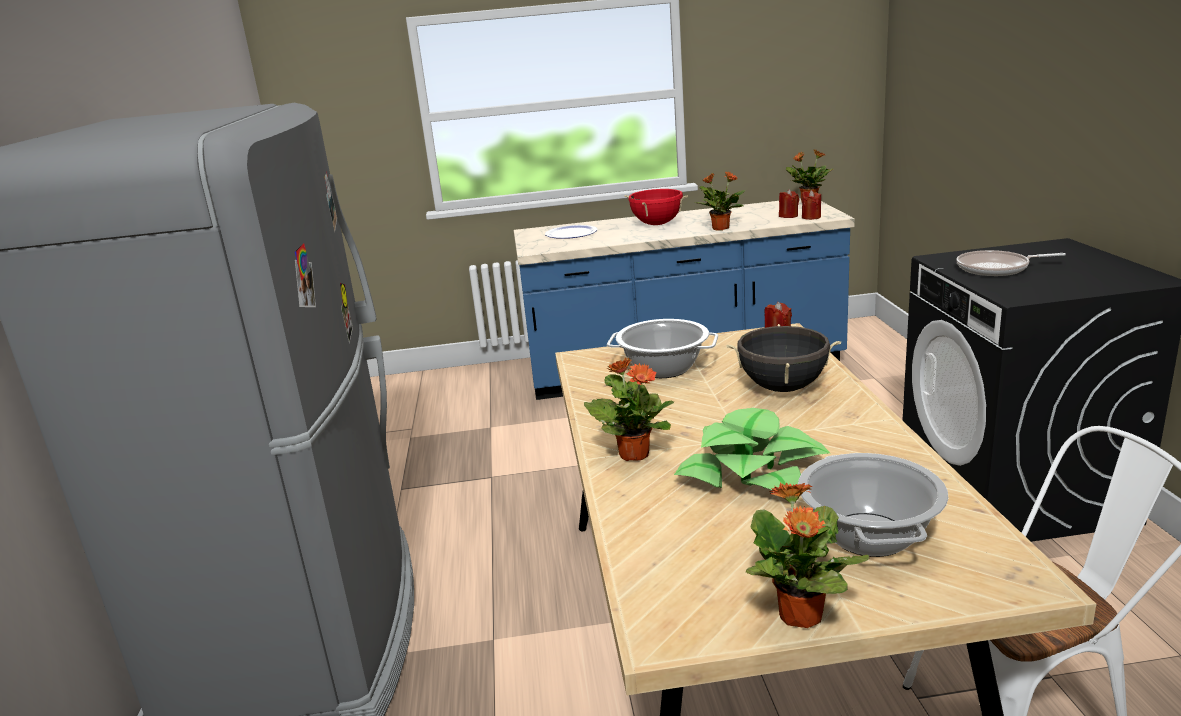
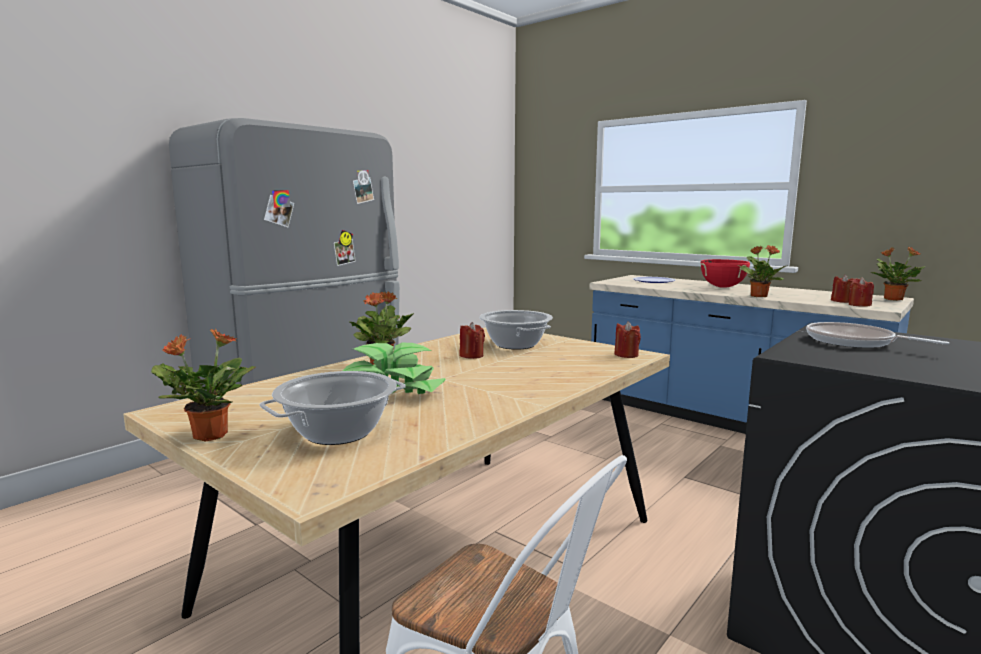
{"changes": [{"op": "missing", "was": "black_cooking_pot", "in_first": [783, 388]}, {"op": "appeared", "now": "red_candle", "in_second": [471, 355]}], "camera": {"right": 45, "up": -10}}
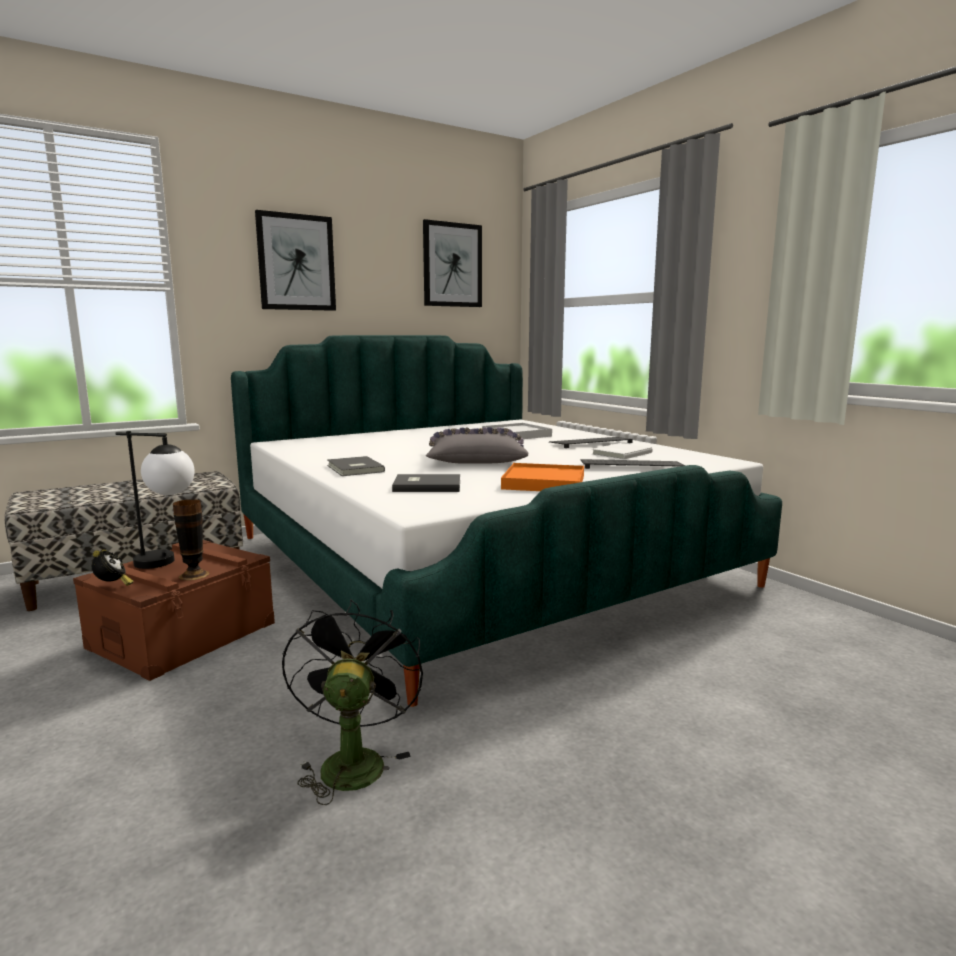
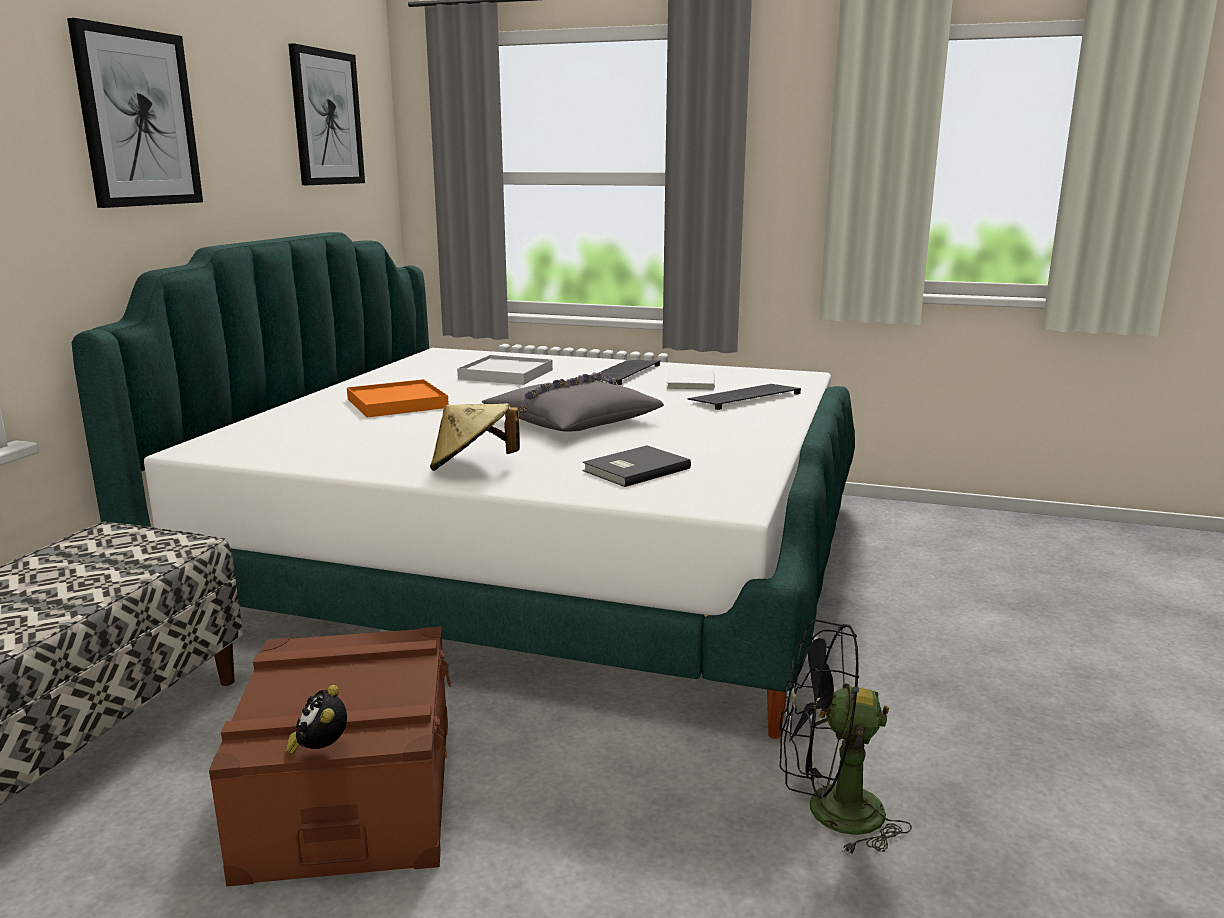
{"changes": [{"op": "spun", "was": "alarm_clock", "in_first": [113, 586], "in_second": [320, 750], "clockwise": -135}, {"op": "missing", "was": "table_lamp", "in_first": [168, 563]}, {"op": "missing", "was": "vase", "in_first": [194, 575]}, {"op": "spun", "was": "black_fan", "in_first": [352, 760], "in_second": [828, 812], "clockwise": -45}, {"op": "exchanged", "was": "grey_book", "now": "beige_hat", "in_first": [353, 469], "in_second": [472, 466]}, {"op": "relocated", "was": "orange_tray", "in_first": [544, 482], "in_second": [397, 403]}], "camera": {"right": -40, "up": 5}}
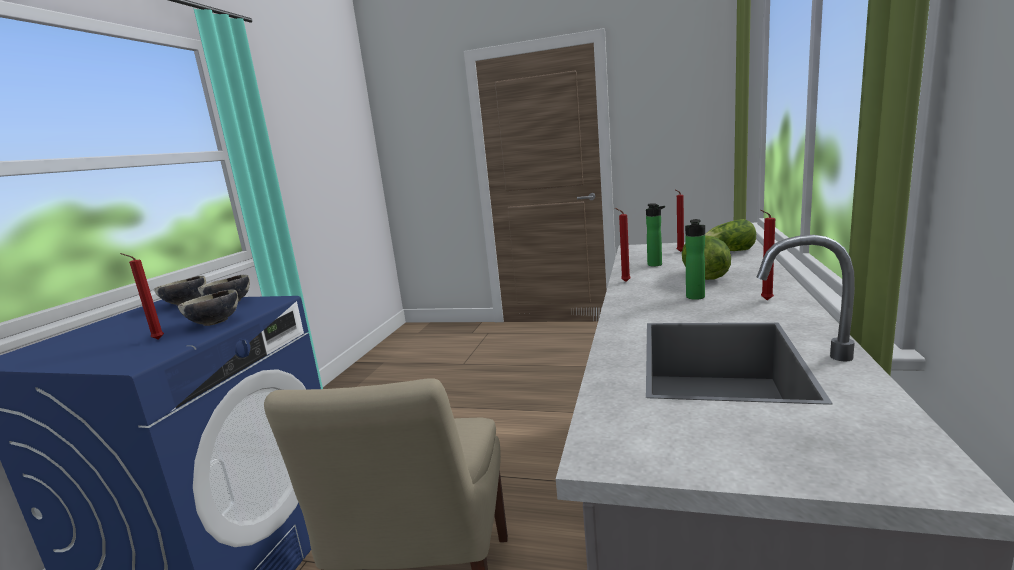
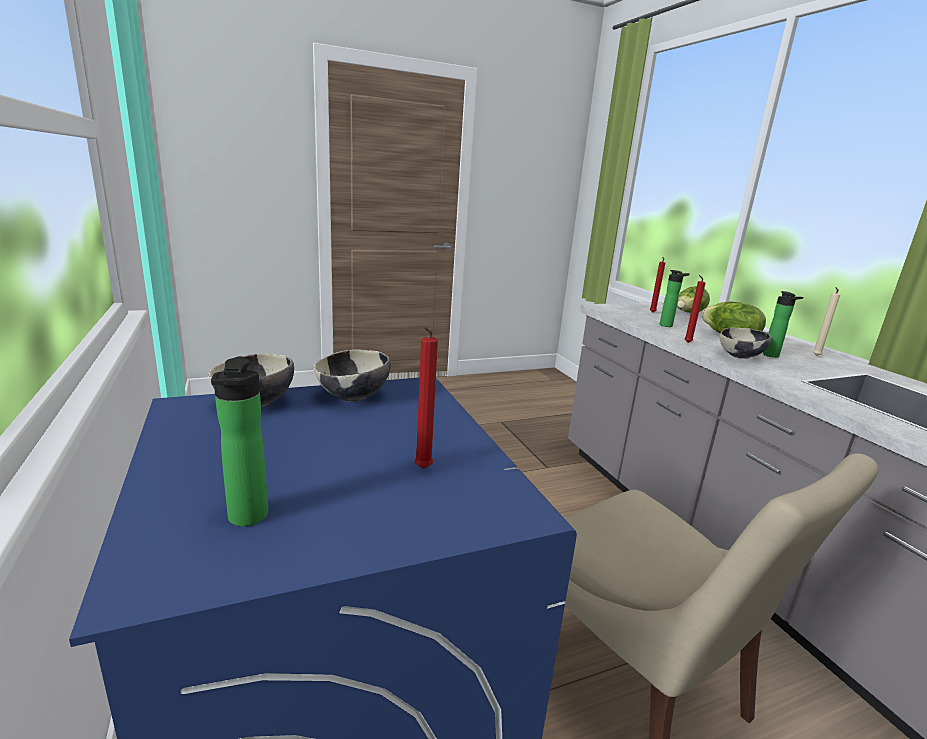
{"changes": [{"op": "relocated", "was": "bowl", "in_first": [214, 323], "in_second": [740, 356]}, {"op": "colour", "was": "red_candle", "now": "beige_candle", "in_first": [765, 300], "in_second": [815, 356]}, {"op": "appeared", "now": "bottle", "in_second": [247, 519]}], "camera": {"right": -40, "up": 5}}
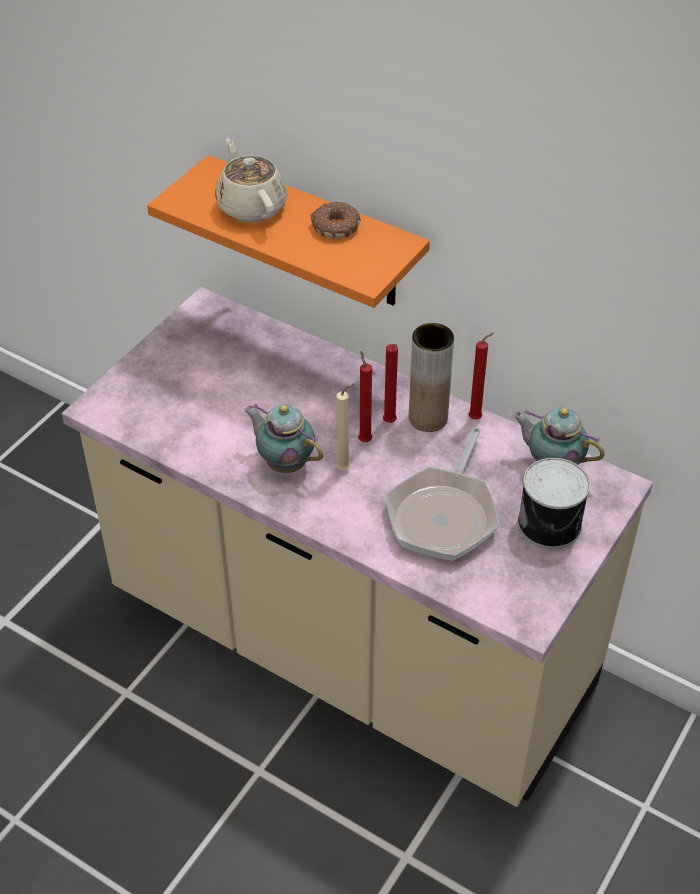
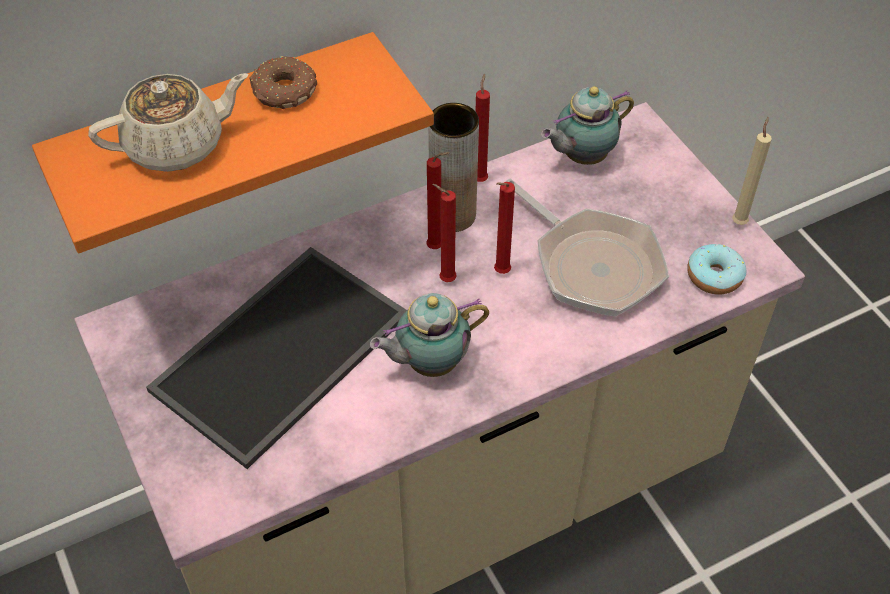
{"changes": [{"op": "spun", "was": "beige_teapot", "in_first": [251, 206], "in_second": [177, 145], "clockwise": 150}, {"op": "relocated", "was": "beige_candle", "in_first": [345, 469], "in_second": [739, 221]}, {"op": "missing", "was": "can", "in_first": [551, 524]}, {"op": "appeared", "now": "tray", "in_second": [282, 356]}, {"op": "appeared", "now": "red_candle", "in_second": [500, 273]}, {"op": "appeared", "now": "donut", "in_second": [714, 276]}], "camera": {"right": -60, "up": 5}}
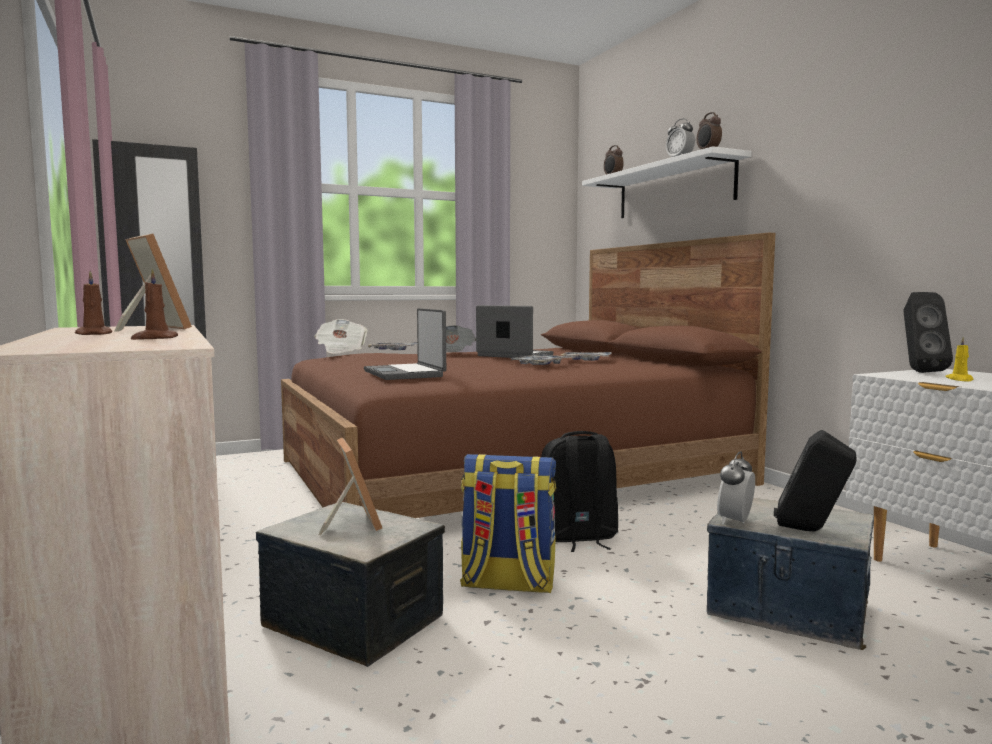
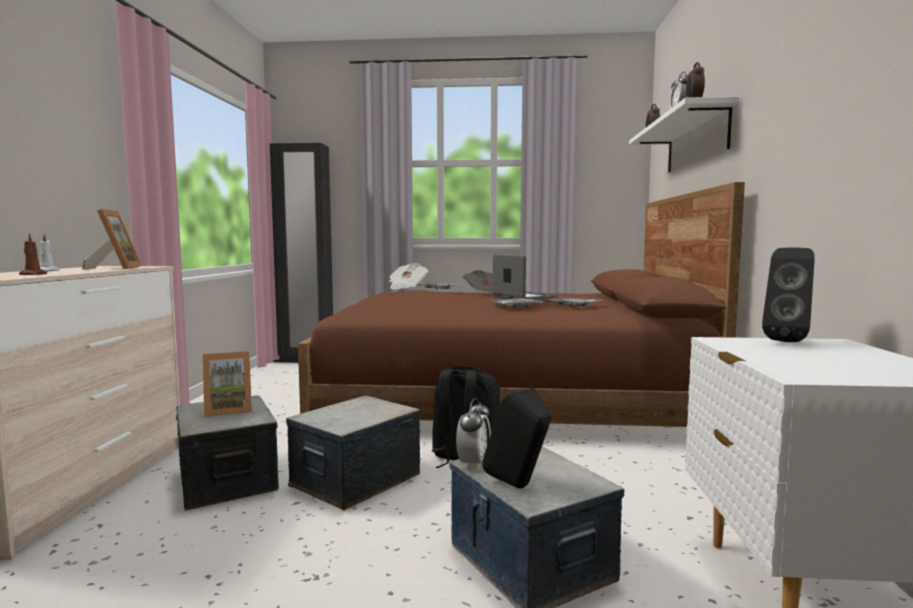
{"changes": [{"op": "colour", "was": "brown_candle", "now": "white_candle", "in_first": [94, 334], "in_second": [48, 271]}, {"op": "spun", "was": "picture_frame", "in_first": [351, 523], "in_second": [228, 410], "clockwise": 60}, {"op": "missing", "was": "laptop", "in_first": [405, 374]}, {"op": "exchanged", "was": "backpack", "now": "storage_box", "in_first": [507, 584], "in_second": [355, 480]}, {"op": "spun", "was": "alarm_clock", "in_first": [735, 521], "in_second": [474, 464], "clockwise": 135}, {"op": "missing", "was": "yellow_candle", "in_first": [960, 379]}], "camera": {"right": 30, "up": 0}}
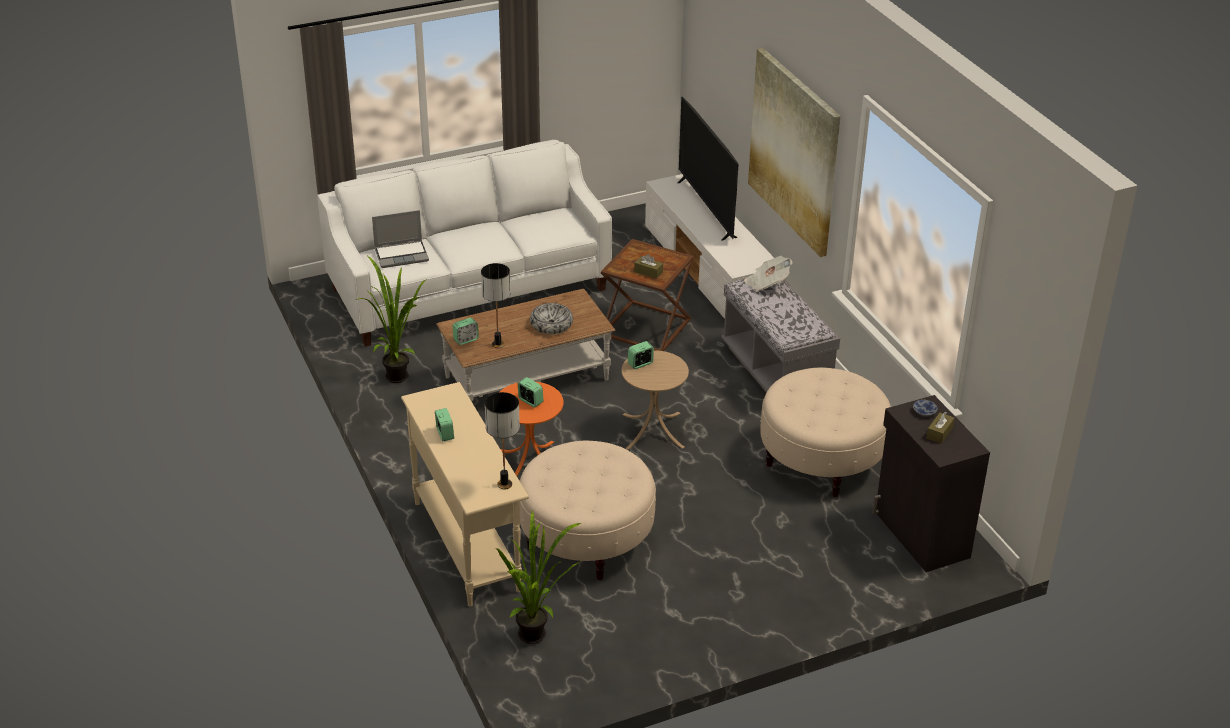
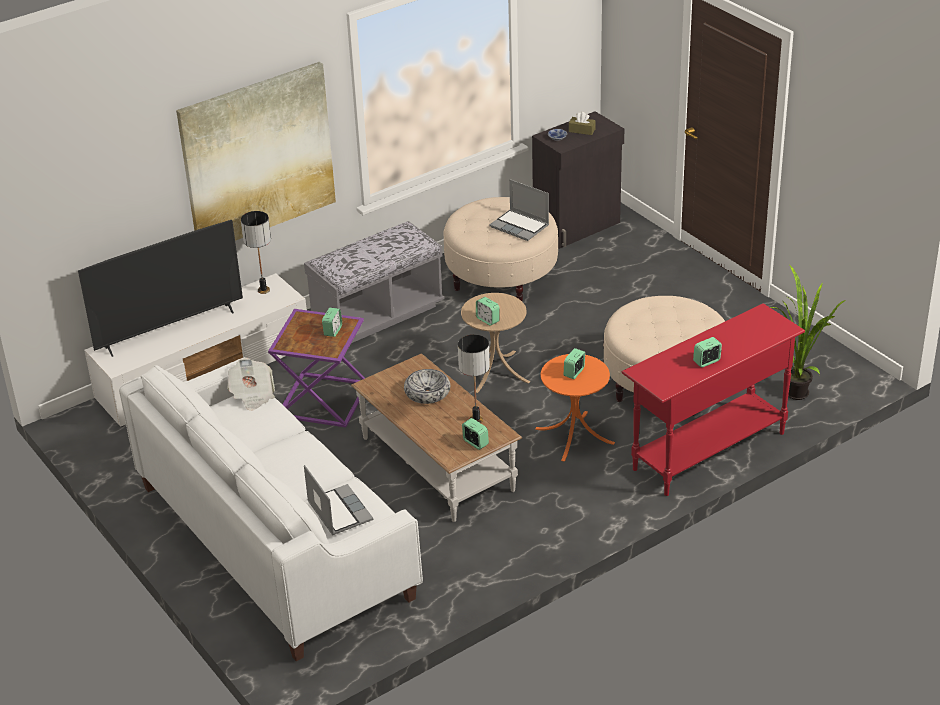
{"changes": [{"op": "missing", "was": "potted_plant", "in_first": [396, 373]}, {"op": "colour", "was": "beige_console_table", "now": "red_console_table", "in_first": [466, 545], "in_second": [708, 451]}, {"op": "relocated", "was": "table_lamp", "in_first": [505, 484], "in_second": [263, 290]}, {"op": "colour", "was": "brown_side_table", "now": "purple_side_table", "in_first": [647, 327], "in_second": [322, 399]}, {"op": "exchanged", "was": "brown_tissue_box", "now": "alarm_clock", "in_first": [648, 272], "in_second": [333, 331]}, {"op": "relocated", "was": "newspaper", "in_first": [767, 283], "in_second": [252, 395]}, {"op": "appeared", "now": "laptop", "in_second": [520, 226]}], "camera": {"right": -100, "up": 0}}
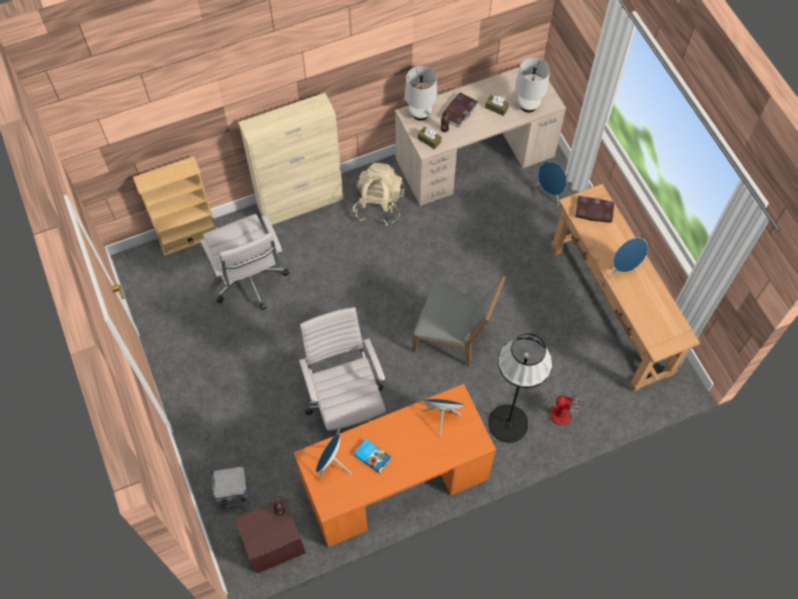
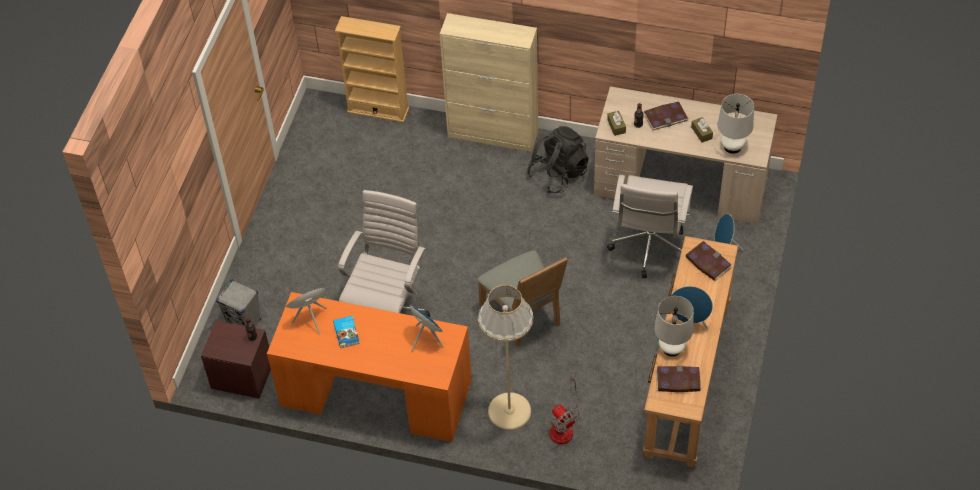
{"changes": [{"op": "relocated", "was": "white_office_chair", "in_first": [250, 282], "in_second": [649, 248]}, {"op": "colour", "was": "beige_backpack", "now": "black_backpack", "in_first": [379, 205], "in_second": [558, 173]}, {"op": "relocated", "was": "white_table_lamp", "in_first": [420, 114], "in_second": [671, 348]}, {"op": "colour", "was": "black_floor_lamp", "now": "beige_floor_lamp", "in_first": [508, 423], "in_second": [509, 411]}, {"op": "appeared", "now": "book", "in_second": [678, 380]}], "camera": {"right": 40, "up": -10}}
